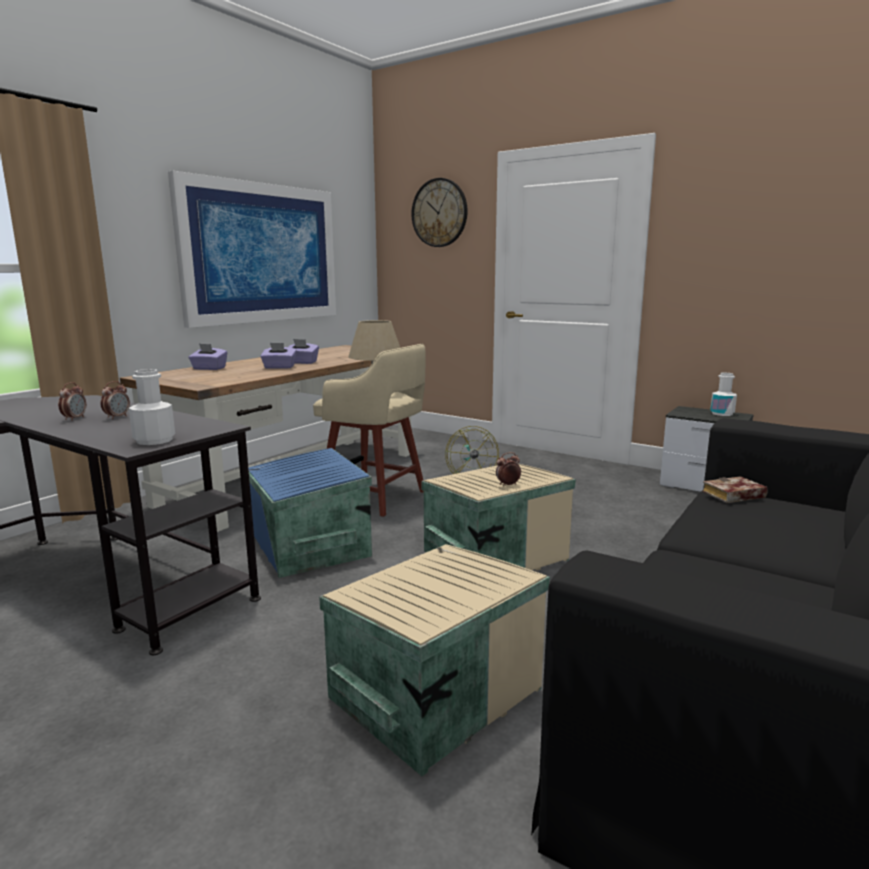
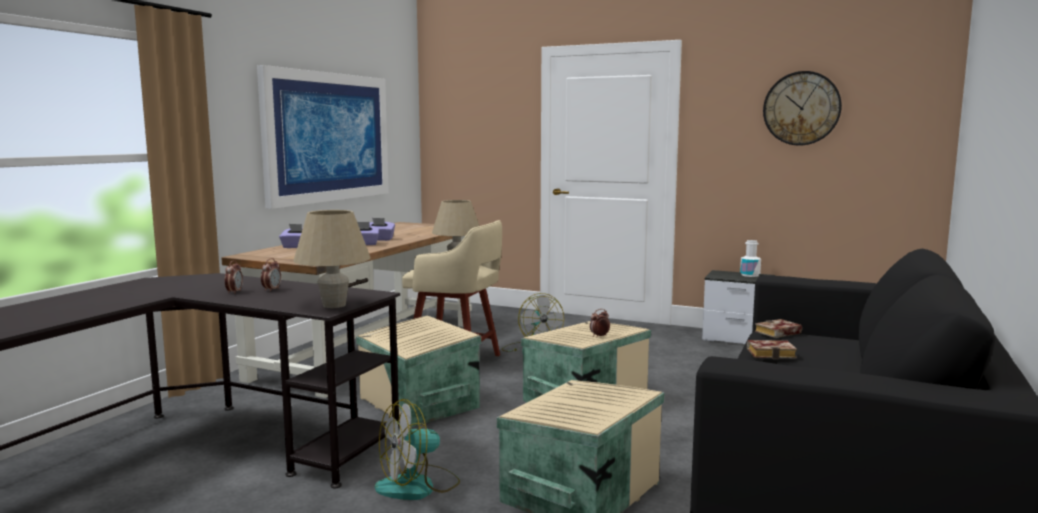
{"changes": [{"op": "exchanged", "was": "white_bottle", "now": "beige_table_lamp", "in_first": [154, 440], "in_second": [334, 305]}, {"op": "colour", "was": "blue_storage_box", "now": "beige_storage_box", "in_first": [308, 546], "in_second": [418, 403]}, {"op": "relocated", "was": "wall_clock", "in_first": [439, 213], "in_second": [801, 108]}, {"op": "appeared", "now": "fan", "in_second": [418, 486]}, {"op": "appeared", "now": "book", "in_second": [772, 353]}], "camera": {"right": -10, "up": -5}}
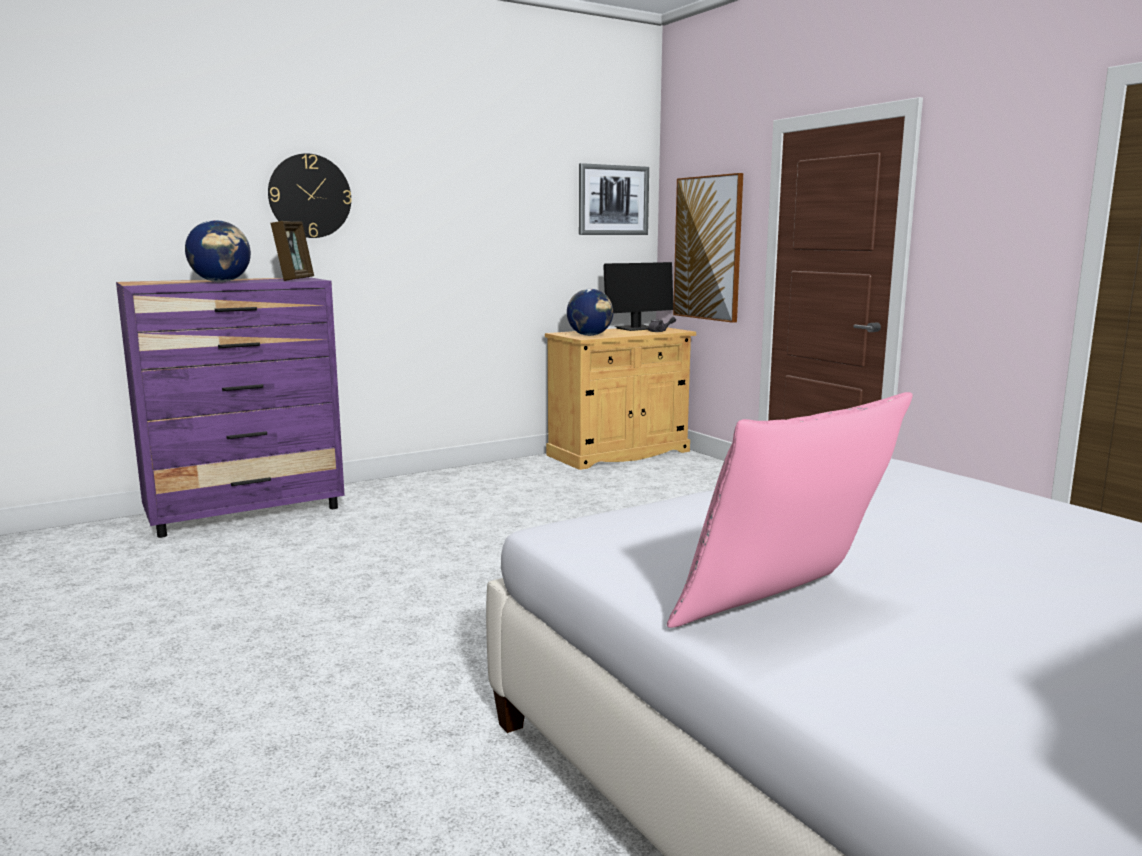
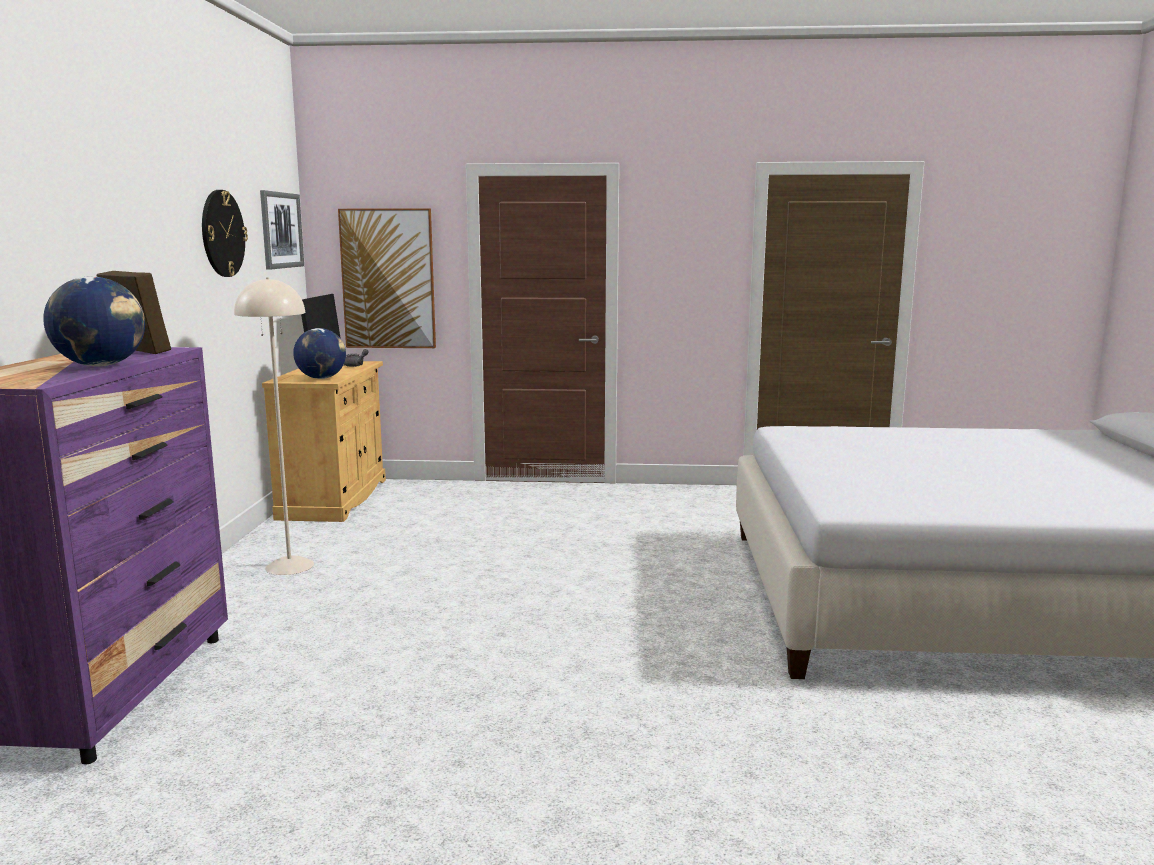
{"changes": [{"op": "relocated", "was": "wall_clock", "in_first": [310, 196], "in_second": [222, 233]}, {"op": "missing", "was": "pink_pillow", "in_first": [785, 613]}, {"op": "appeared", "now": "beige_floor_lamp", "in_second": [289, 566]}], "camera": {"right": -55, "up": 0}}
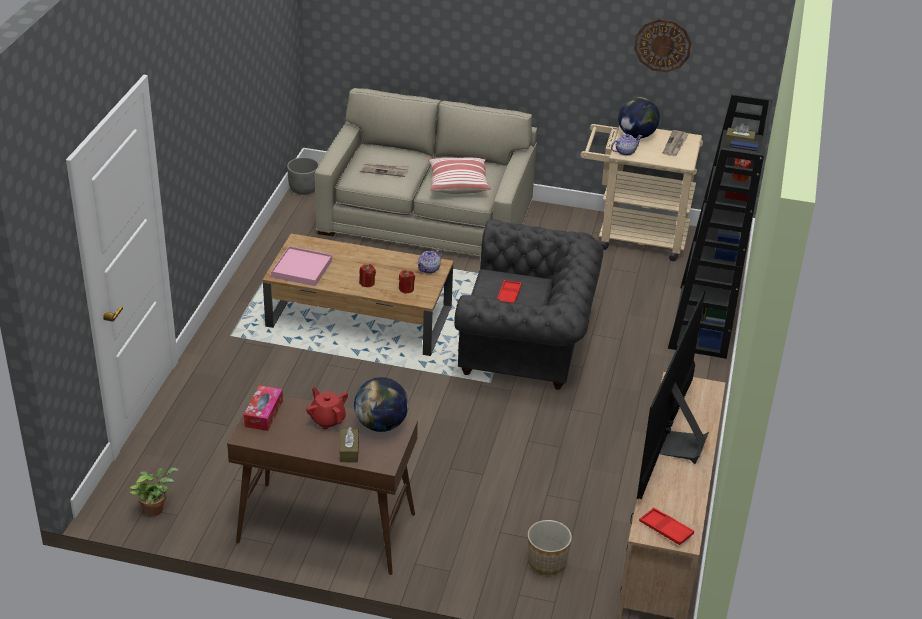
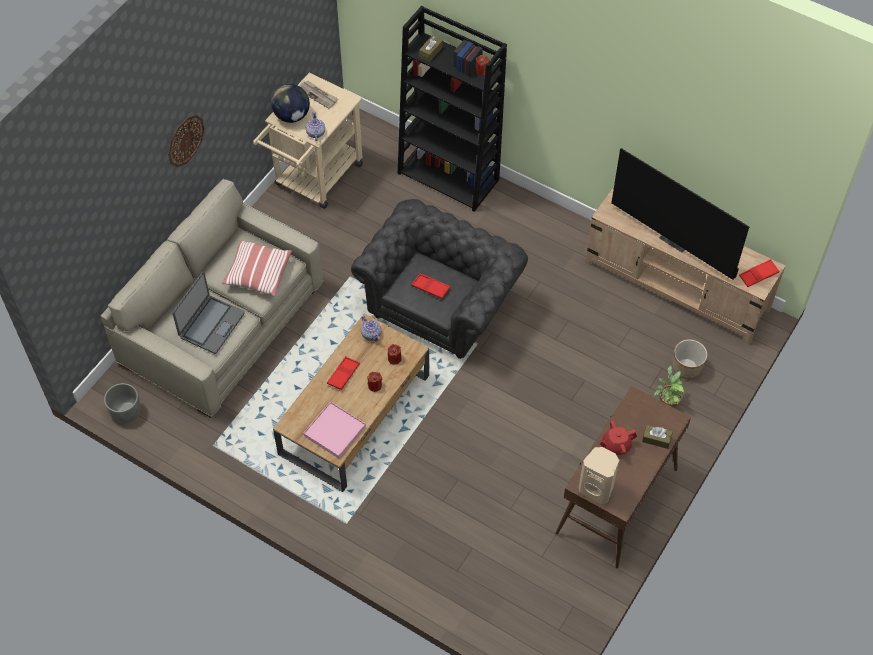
{"changes": [{"op": "relocated", "was": "potted_plant", "in_first": [156, 508], "in_second": [667, 401]}, {"op": "exchanged", "was": "tissue_box", "now": "beige_speaker", "in_first": [263, 413], "in_second": [597, 489]}, {"op": "missing", "was": "globe", "in_first": [381, 424]}, {"op": "exchanged", "was": "newspaper", "now": "laptop", "in_first": [384, 170], "in_second": [211, 325]}, {"op": "relocated", "was": "wall_clock", "in_first": [662, 45], "in_second": [185, 140]}, {"op": "appeared", "now": "red_tray", "in_second": [343, 374]}], "camera": {"right": -70, "up": 20}}
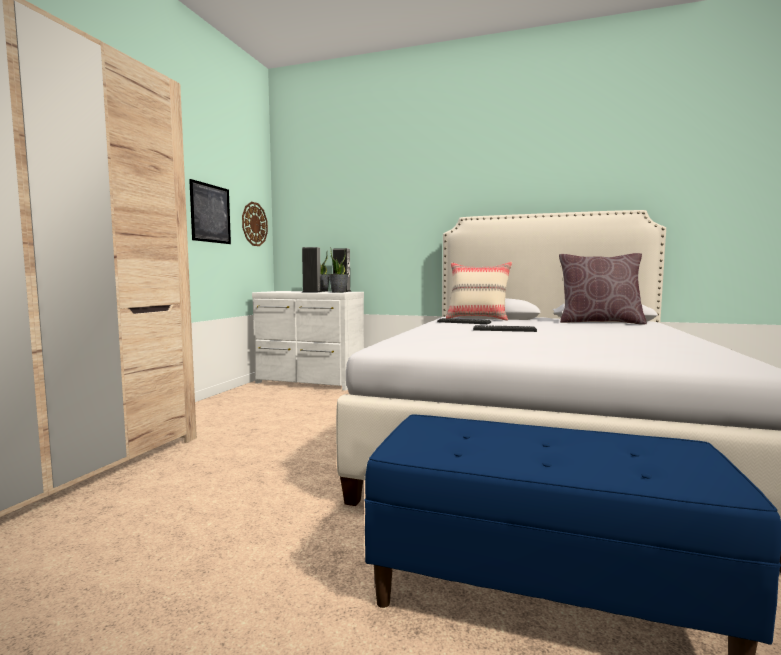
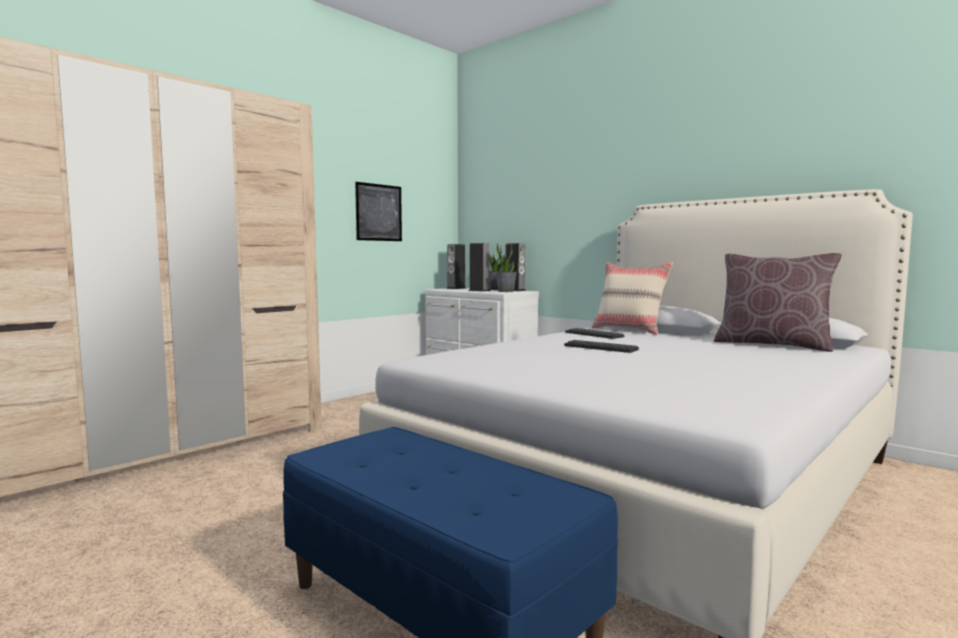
{"changes": [{"op": "missing", "was": "wall_clock", "in_first": [254, 224]}, {"op": "appeared", "now": "speaker", "in_second": [456, 288]}], "camera": {"right": 25, "up": 0}}
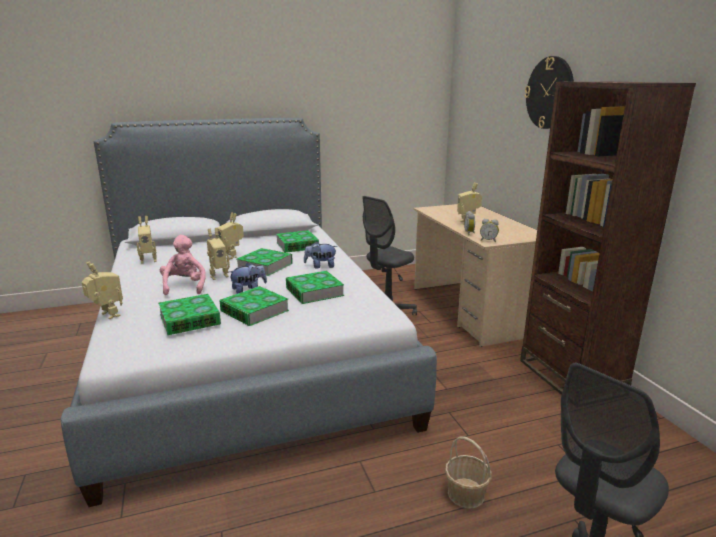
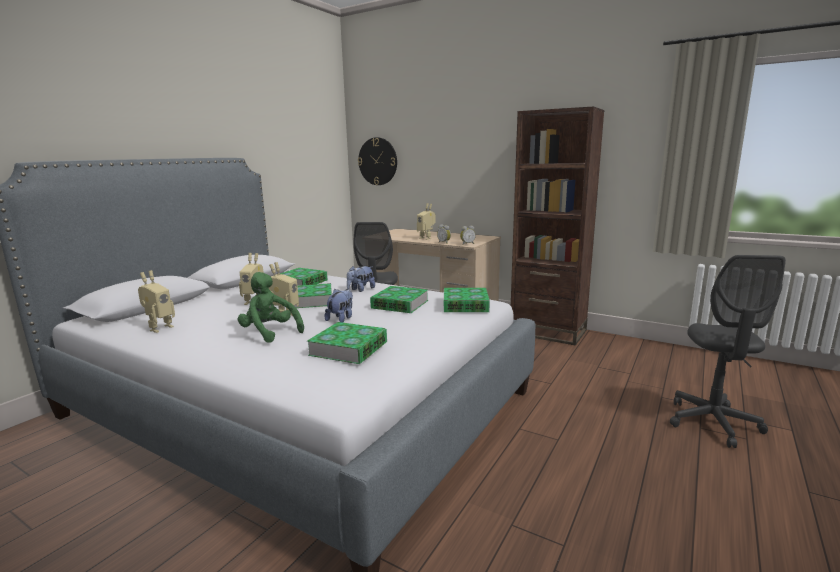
{"changes": [{"op": "missing", "was": "toy_robot", "in_first": [107, 316]}, {"op": "colour", "was": "pink_plush_toy", "now": "green_plush_toy", "in_first": [184, 286], "in_second": [270, 333]}, {"op": "relocated", "was": "book", "in_first": [254, 311], "in_second": [465, 305]}, {"op": "missing", "was": "basket", "in_first": [466, 494]}, {"op": "relocated", "was": "wall_clock", "in_first": [549, 93], "in_second": [378, 161]}], "camera": {"right": -40, "up": -5}}
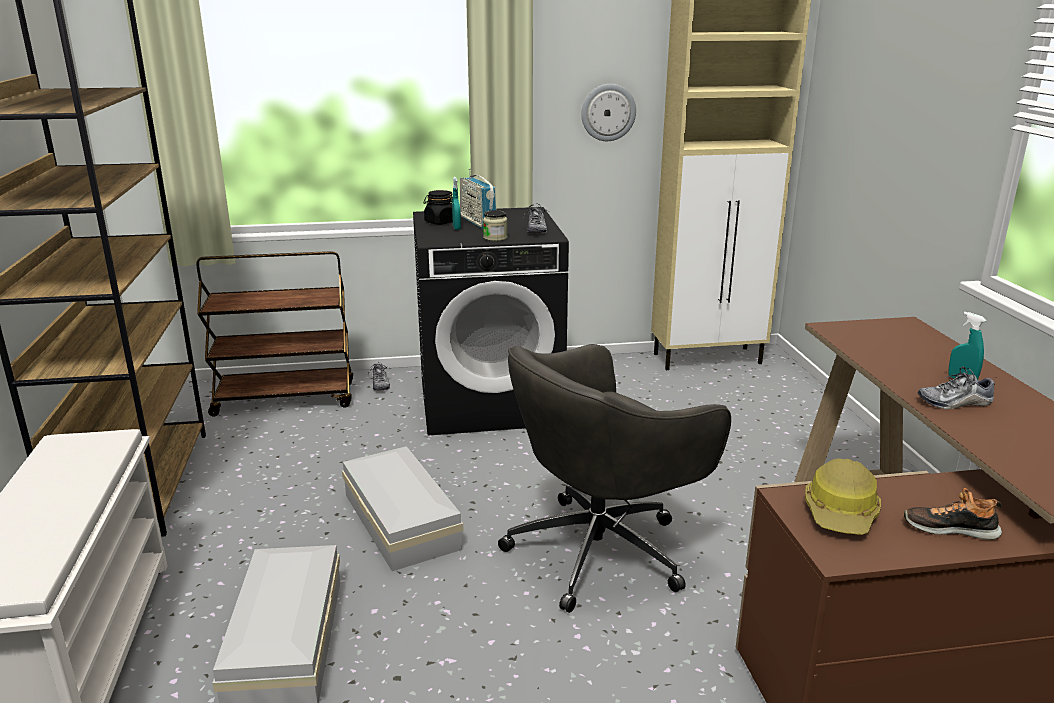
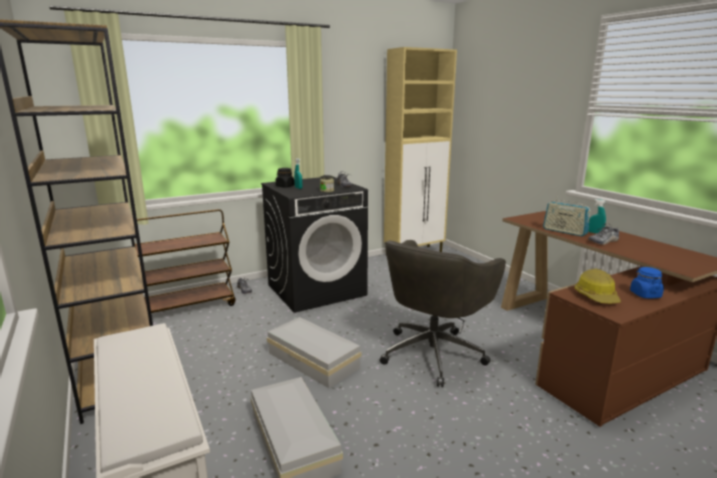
{"changes": [{"op": "relocated", "was": "radio", "in_first": [478, 222], "in_second": [564, 231]}, {"op": "missing", "was": "wall_clock", "in_first": [608, 112]}, {"op": "exchanged", "was": "shoe", "now": "blue_jar", "in_first": [950, 528], "in_second": [645, 294]}], "camera": {"right": -20, "up": -5}}
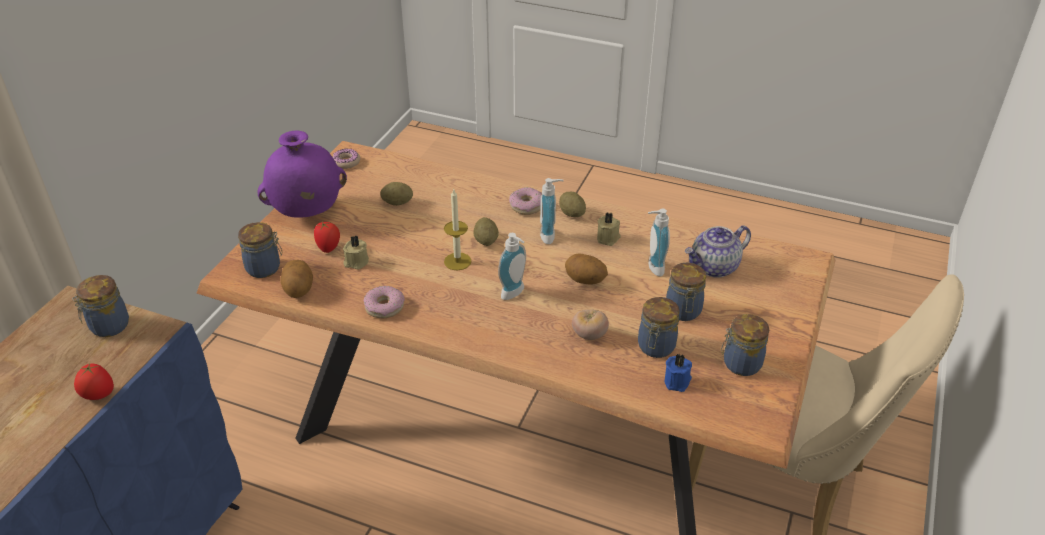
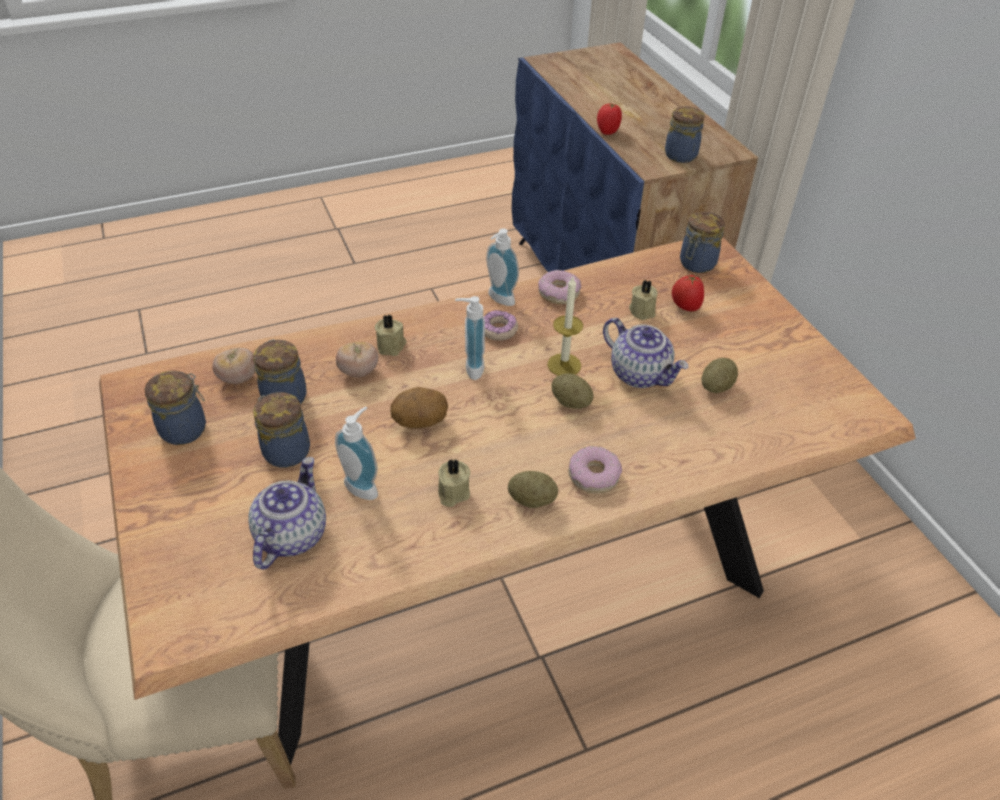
{"changes": [{"op": "missing", "was": "purple_vase", "in_first": [307, 213]}, {"op": "missing", "was": "potato", "in_first": [299, 290]}, {"op": "relocated", "was": "donut", "in_first": [346, 162], "in_second": [498, 330]}, {"op": "relocated", "was": "soap_dispenser", "in_first": [550, 236], "in_second": [498, 300]}, {"op": "exchanged", "was": "blue_candle", "now": "tomato", "in_first": [678, 381], "in_second": [238, 378]}, {"op": "appeared", "now": "beige_candle", "in_second": [392, 346]}, {"op": "appeared", "now": "teapot", "in_second": [640, 374]}], "camera": {"right": 135, "up": 5}}
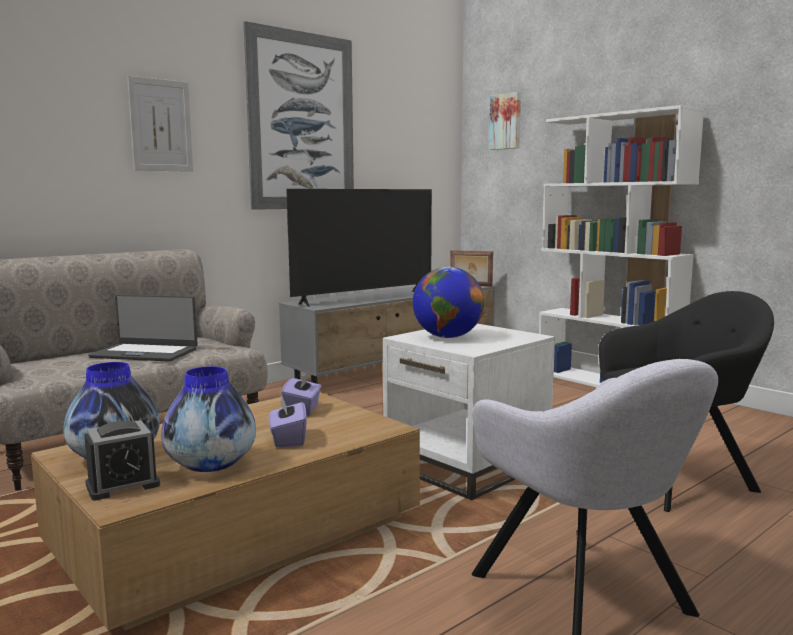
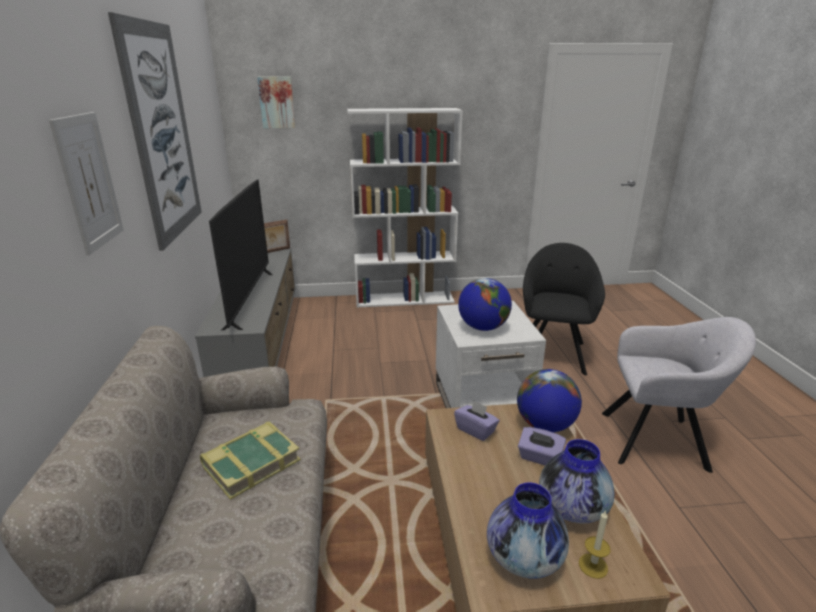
{"changes": [{"op": "exchanged", "was": "alarm_clock", "now": "candle", "in_first": [123, 485], "in_second": [593, 566]}, {"op": "exchanged", "was": "laptop", "now": "book", "in_first": [145, 353], "in_second": [251, 463]}, {"op": "appeared", "now": "globe", "in_second": [545, 425]}], "camera": {"right": -55, "up": 15}}
